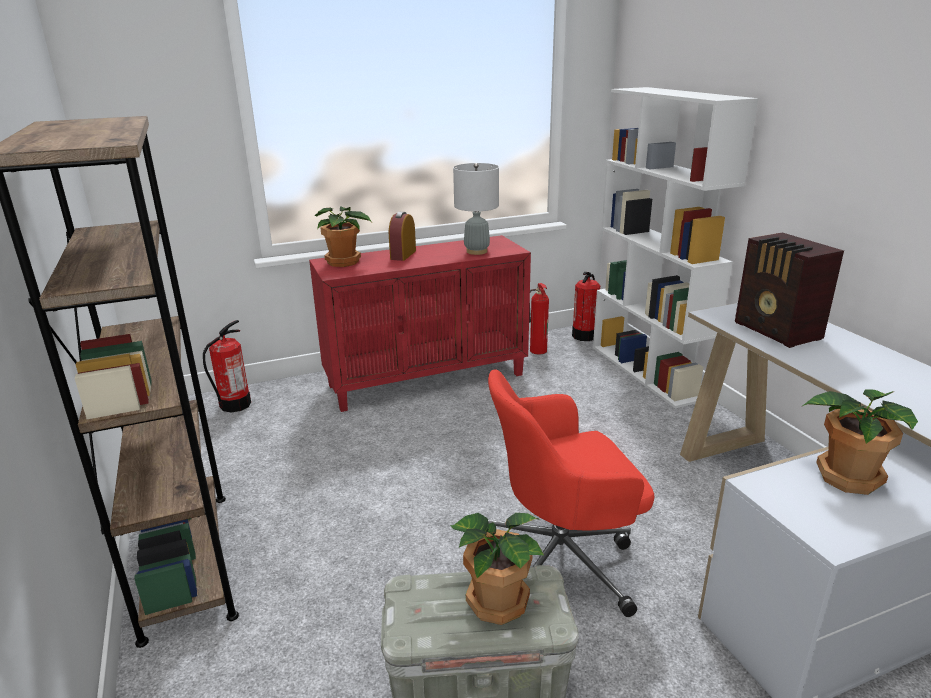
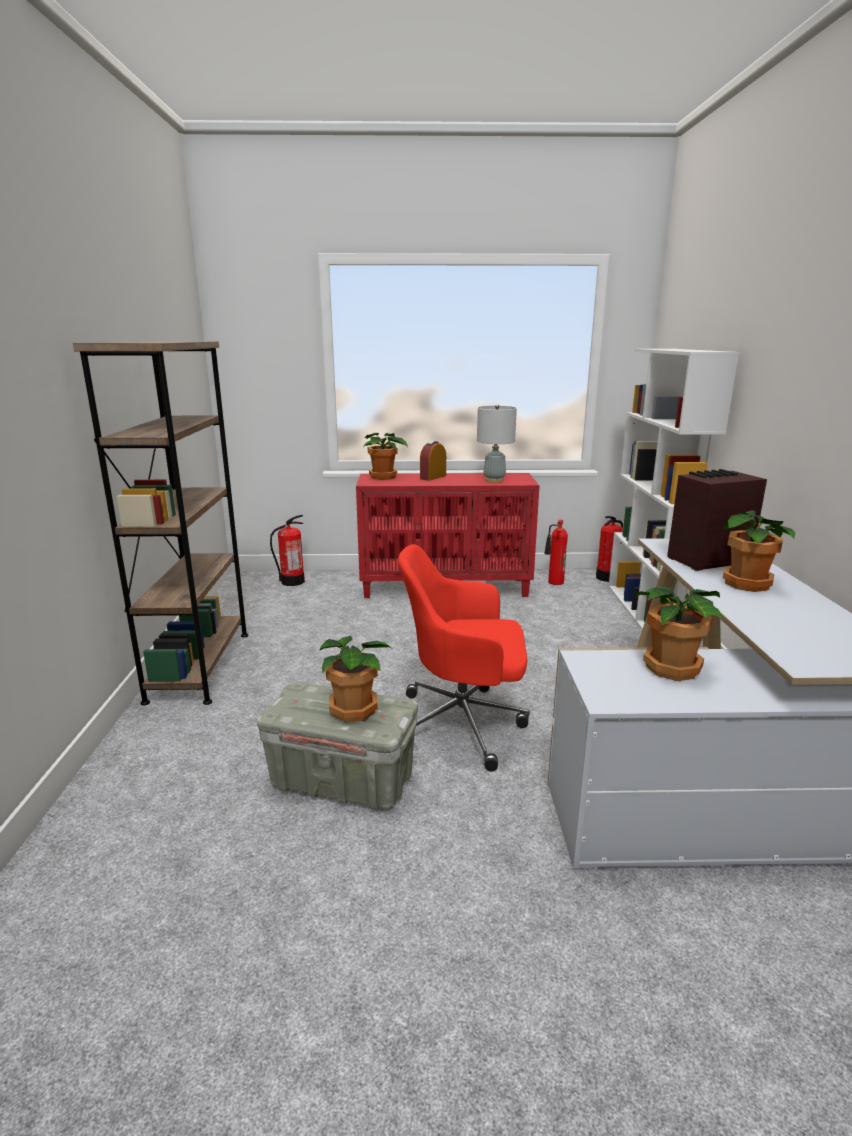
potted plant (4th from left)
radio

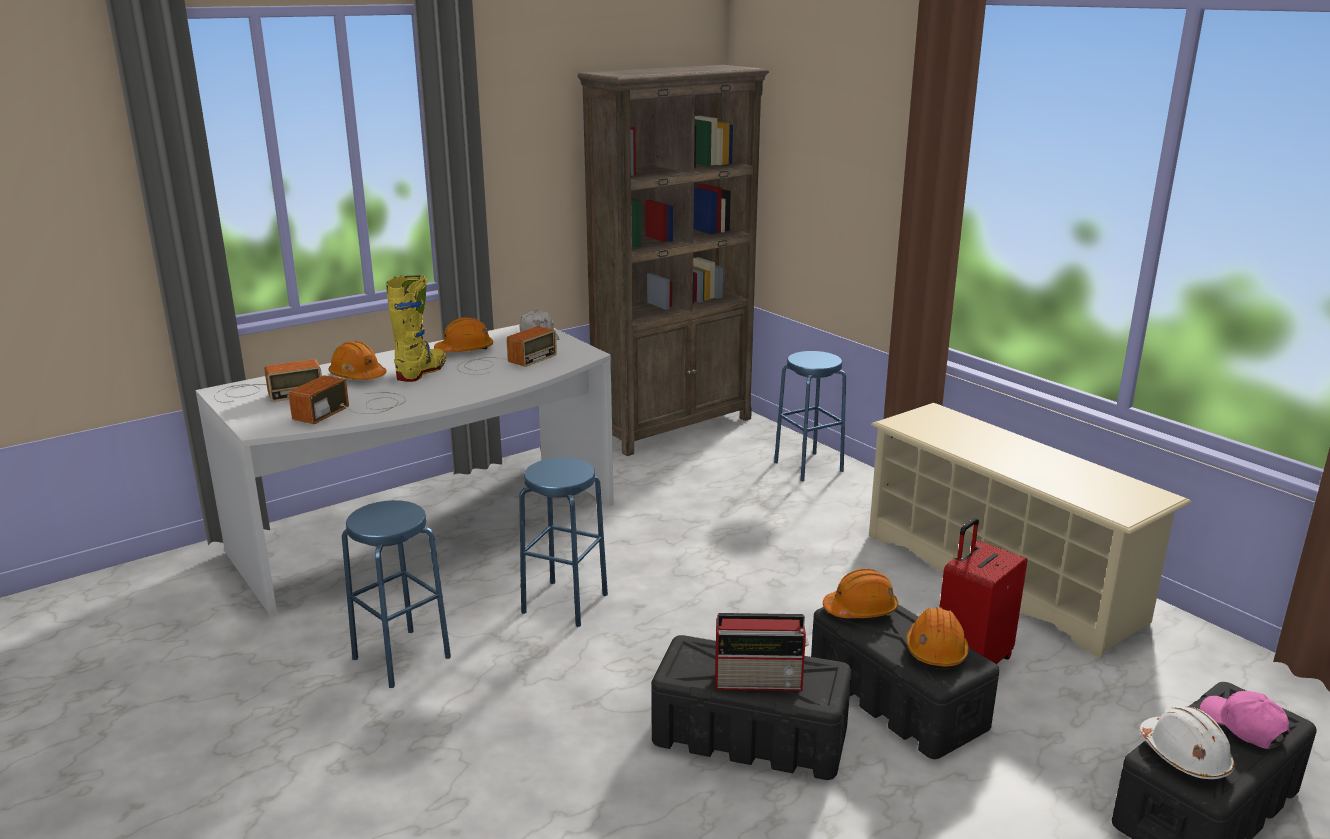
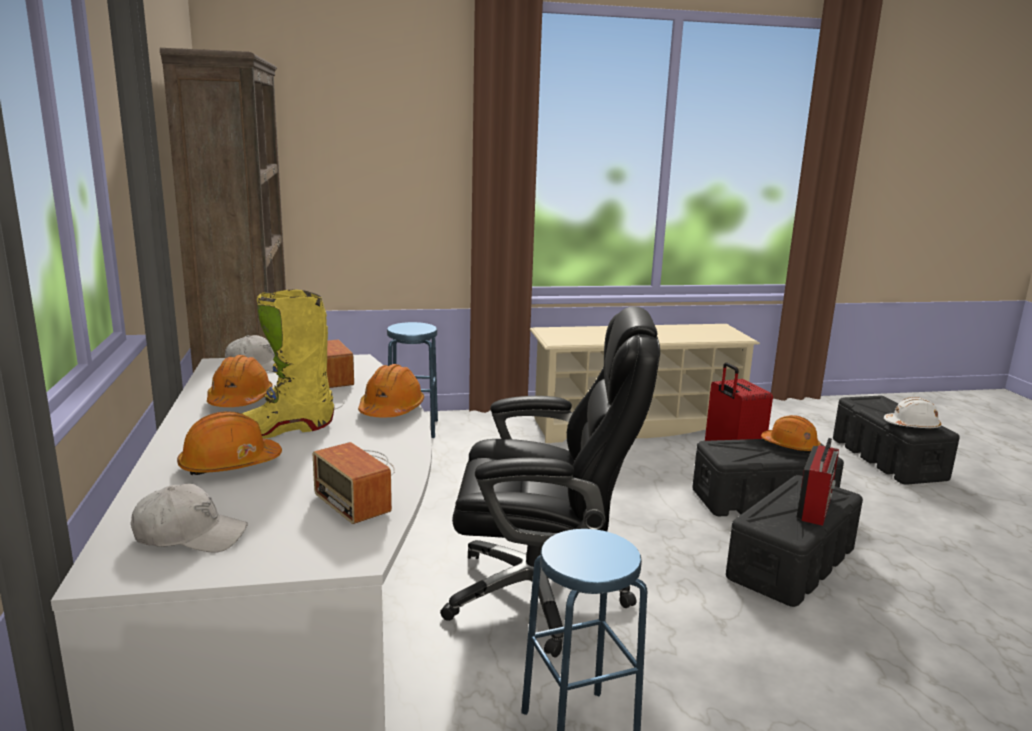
pink cap
orange hard hat (3rd from left)
white cap (1st from left)
black office chair
yellow boot

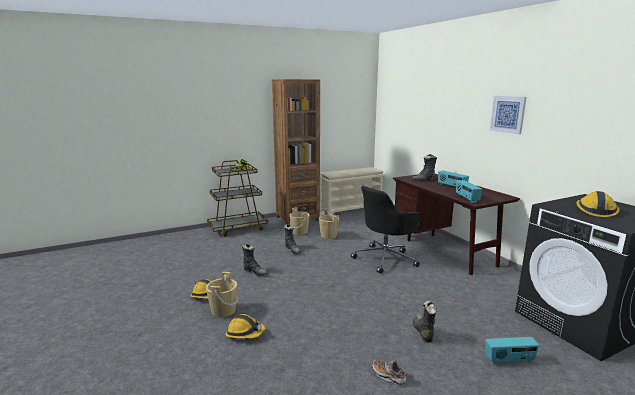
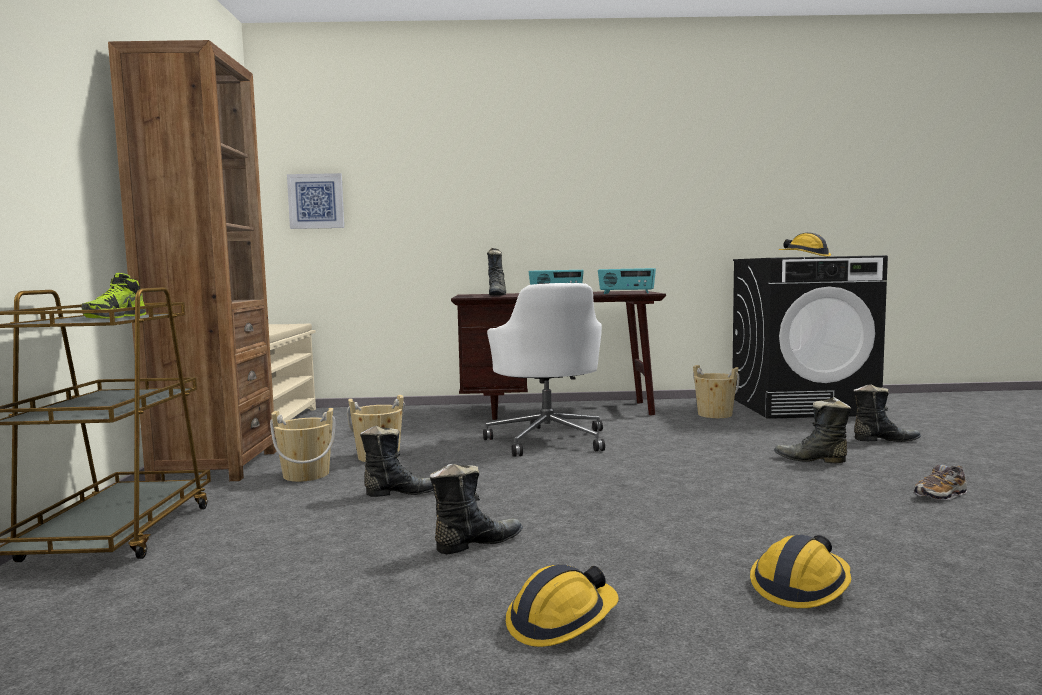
beige bucket (3rd from left)
picture
black boot (5th from left)
white office chair

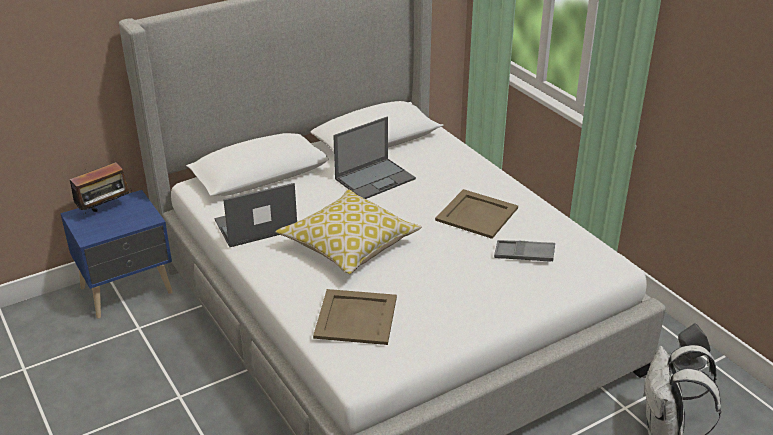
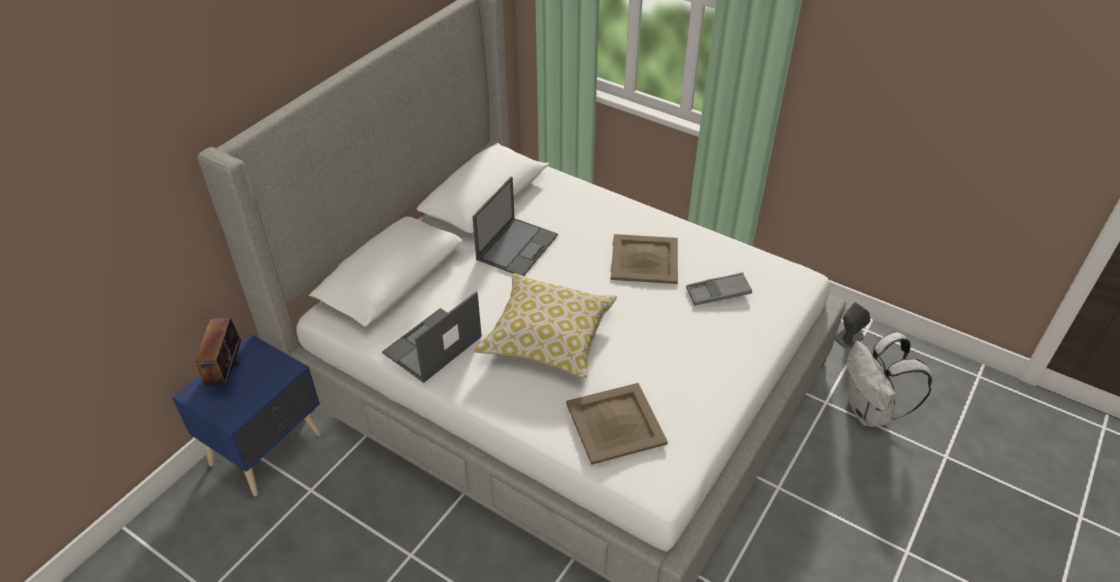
radio

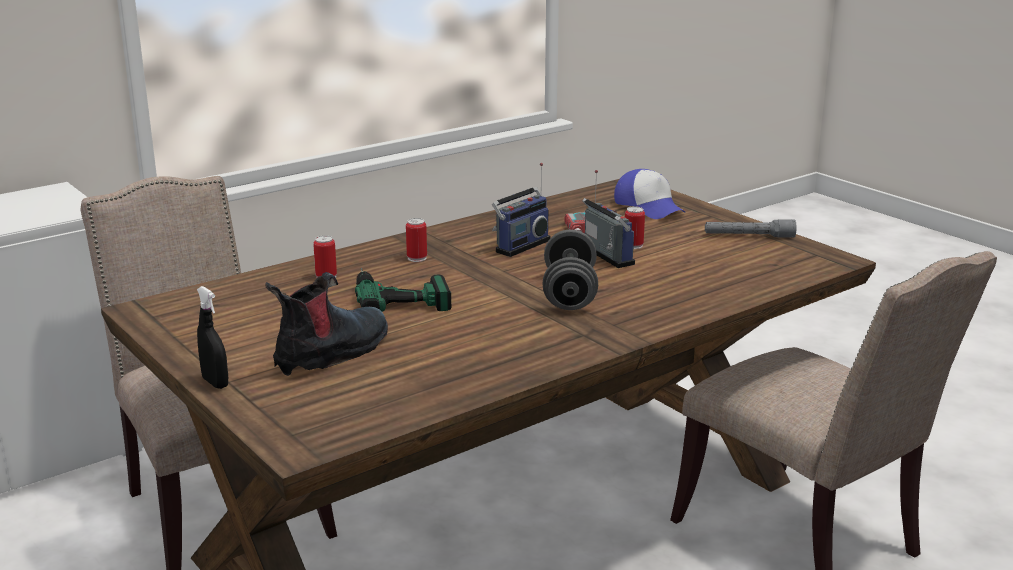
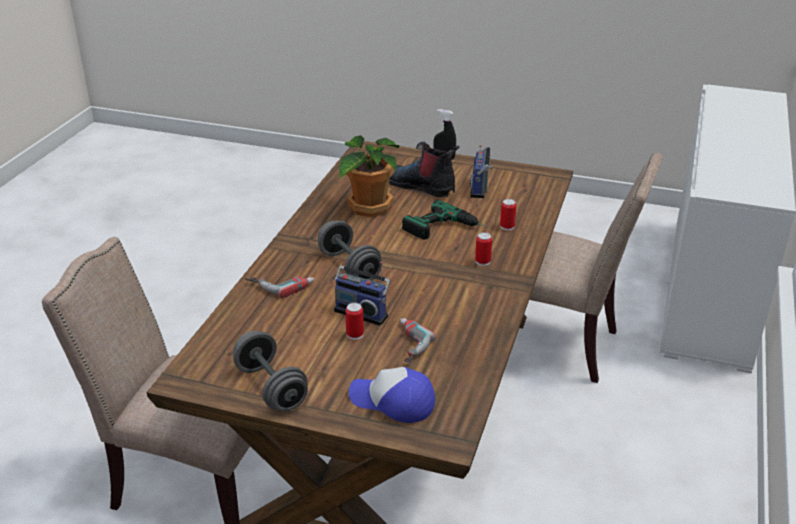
power drill (1st from left)
potted plant
radio (2nd from left)
grey dumbbell (1st from left)
boot

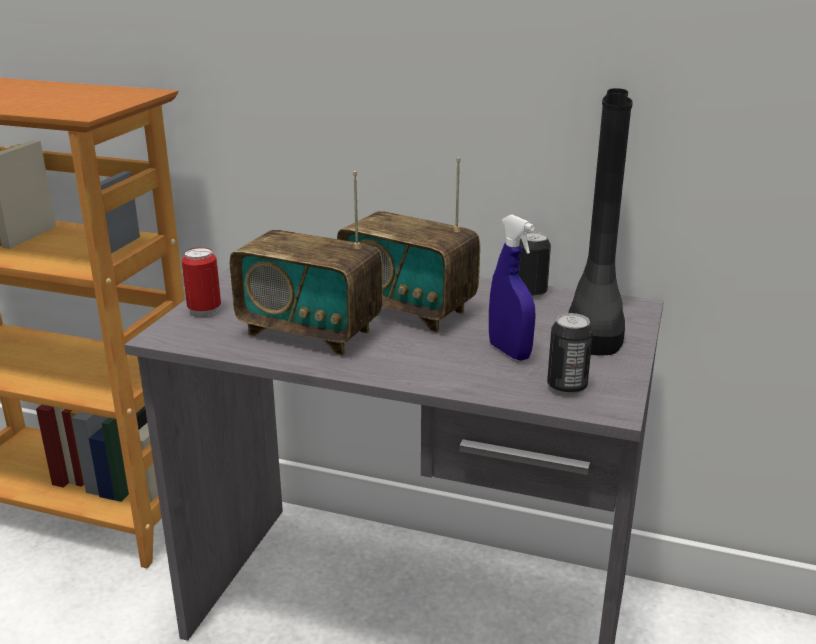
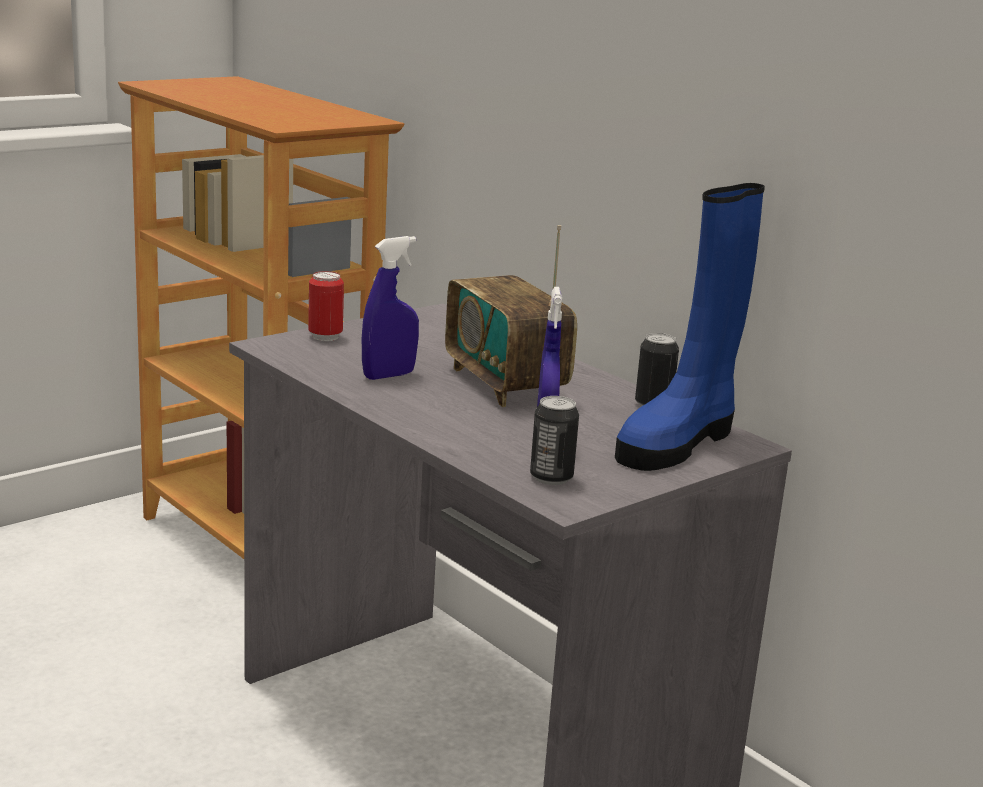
blue spray bottle (1st from left)
blue boot

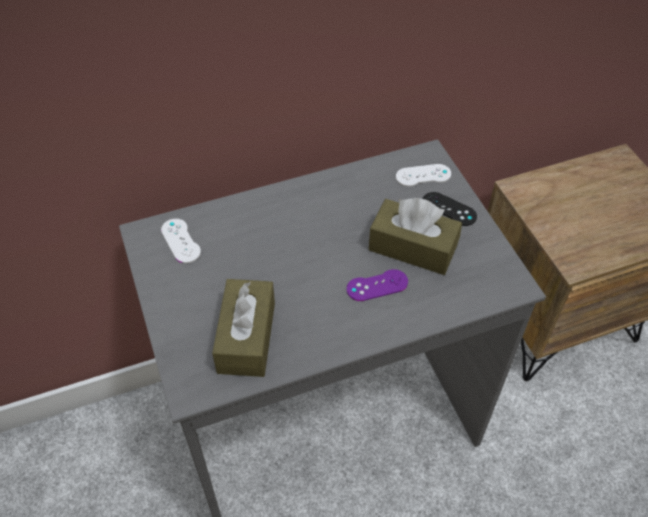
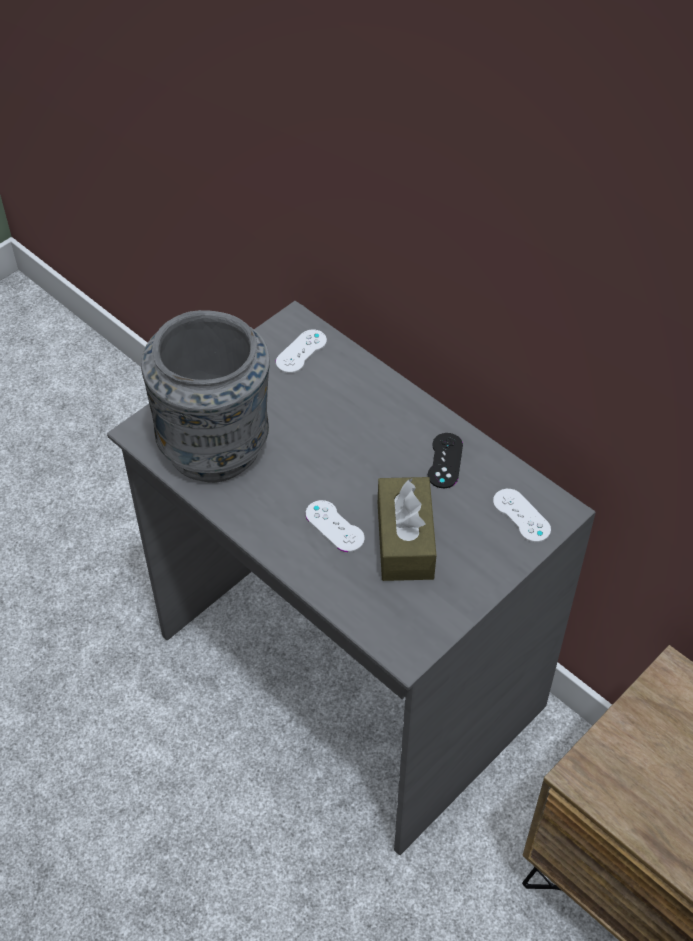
black game controller
grey vase
white game controller (2nd from left)

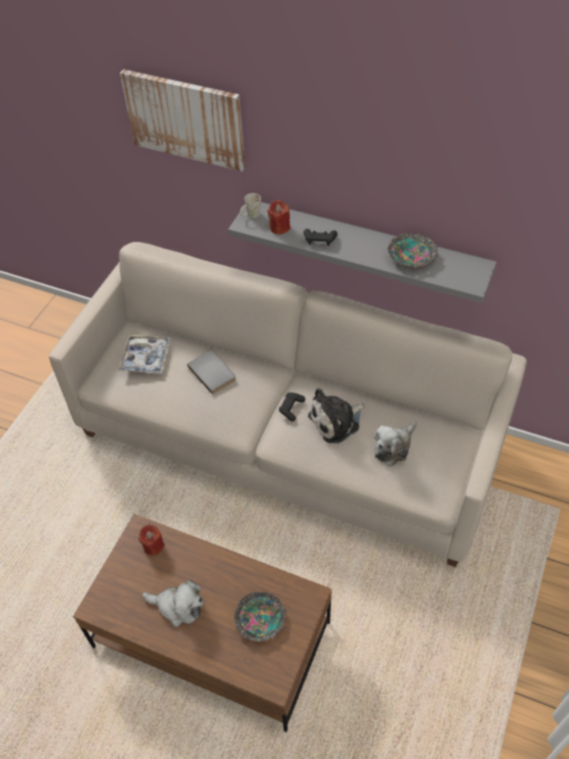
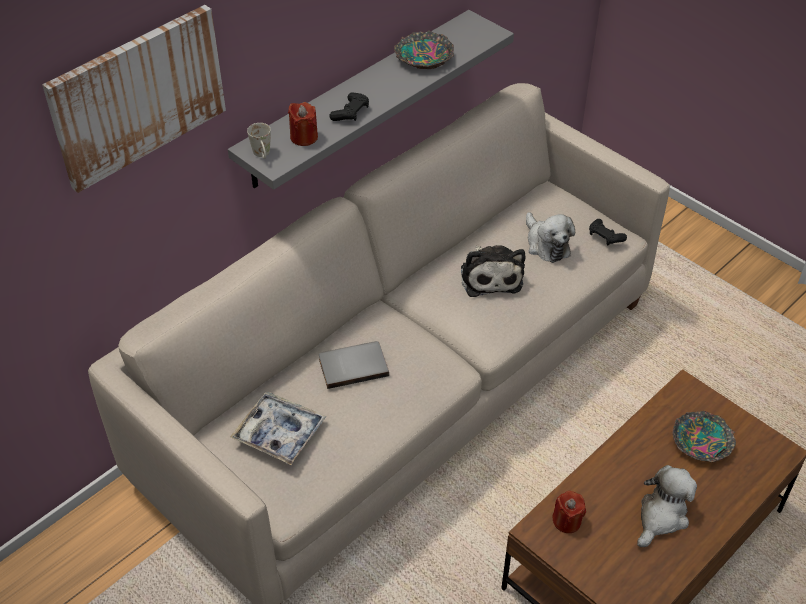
black game controller (2nd from left)

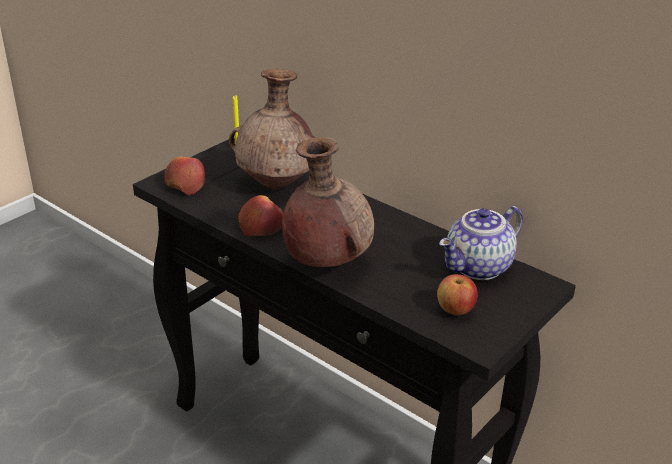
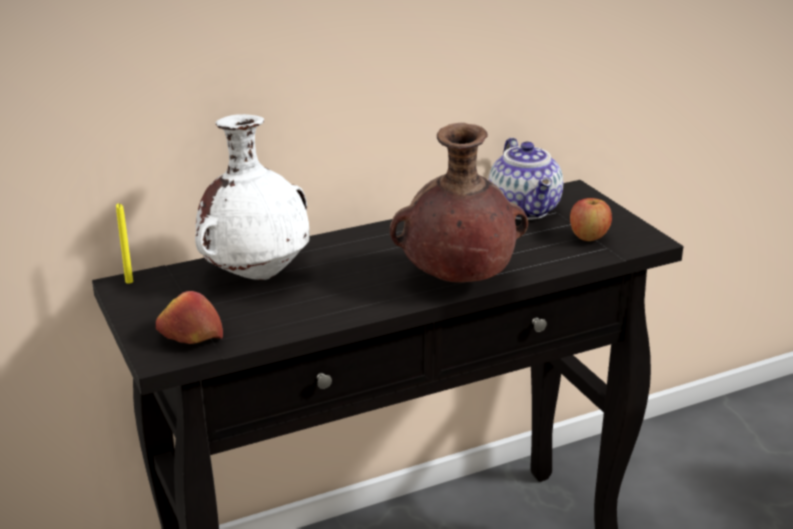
apple (2nd from left in the first image)
white vase

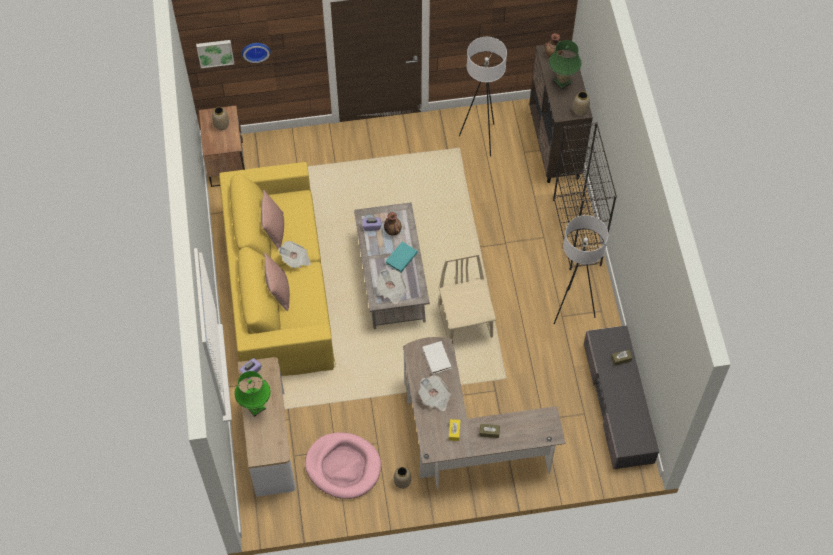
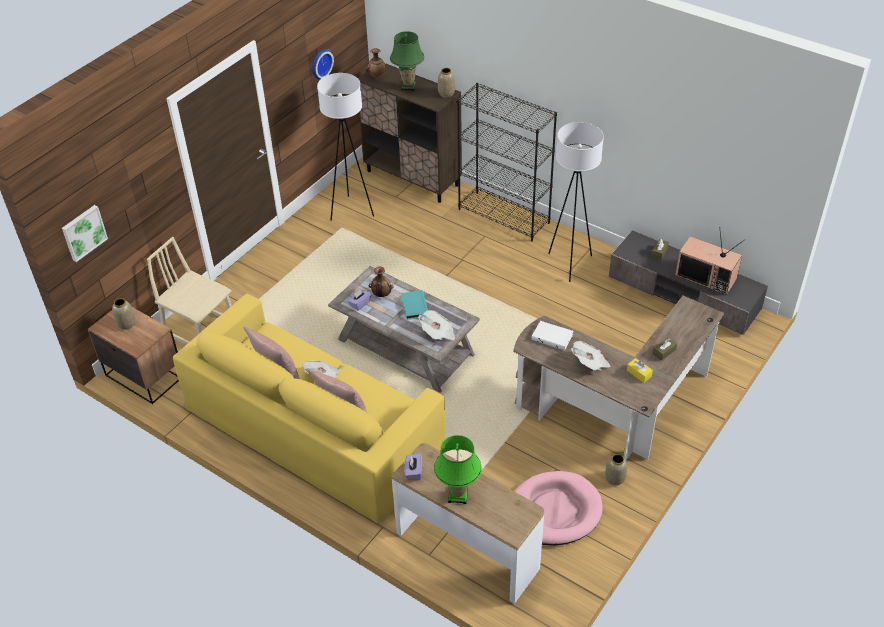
television
wall clock
beige chair

